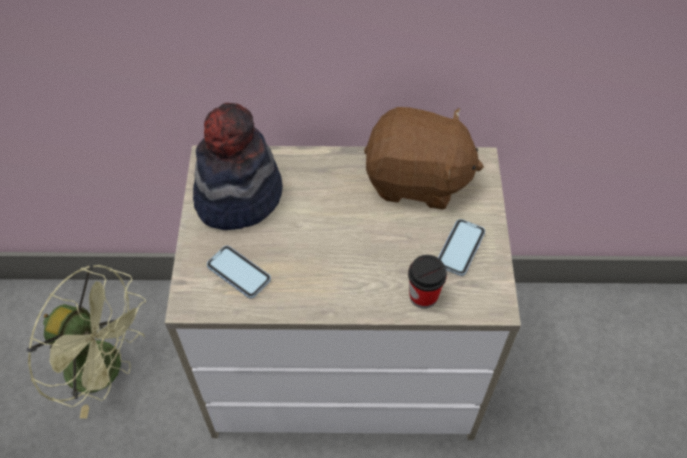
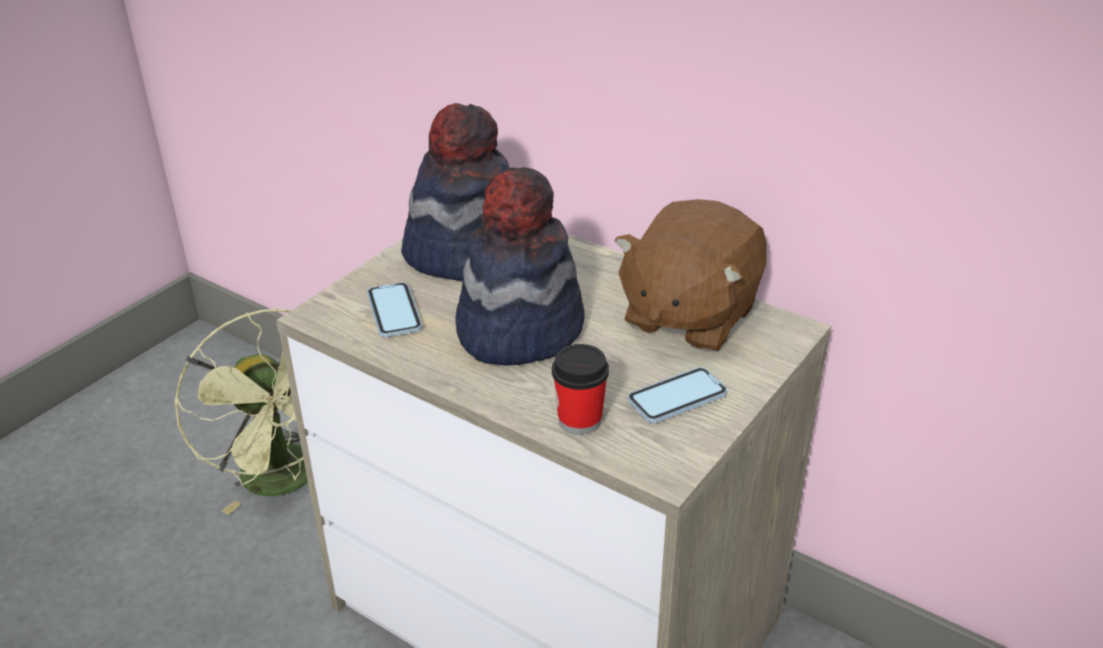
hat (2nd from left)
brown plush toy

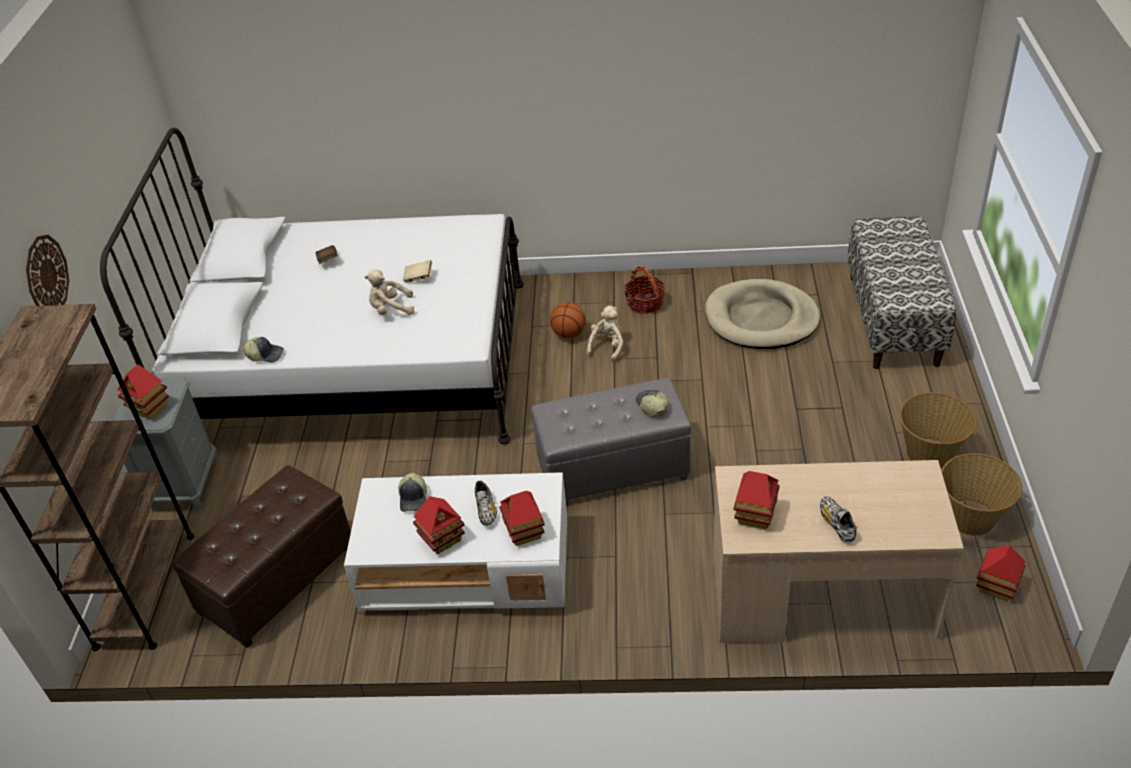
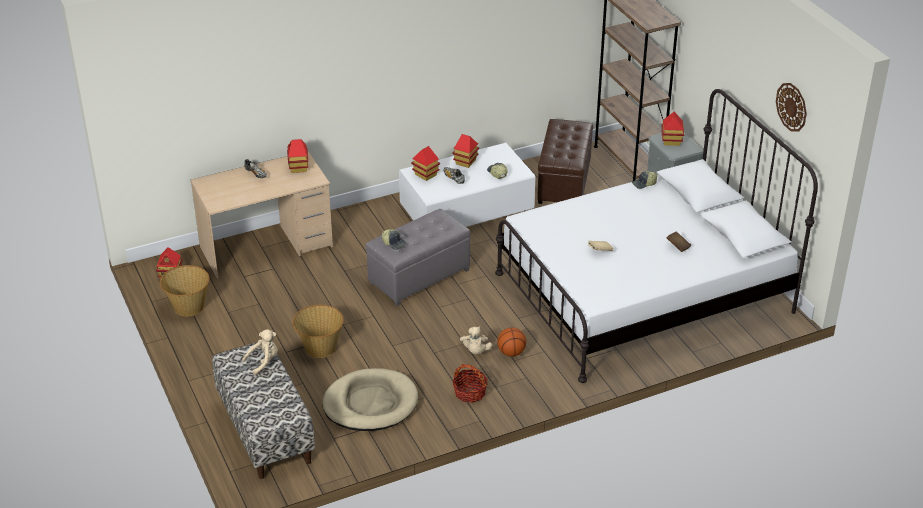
wall clock
beige plush toy (1st from left)
basket (2nd from left)

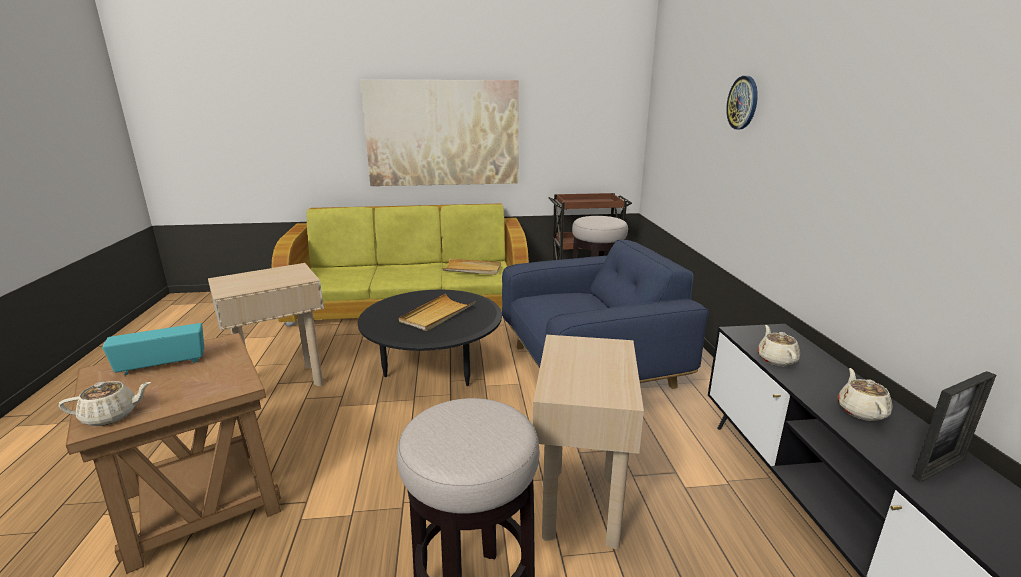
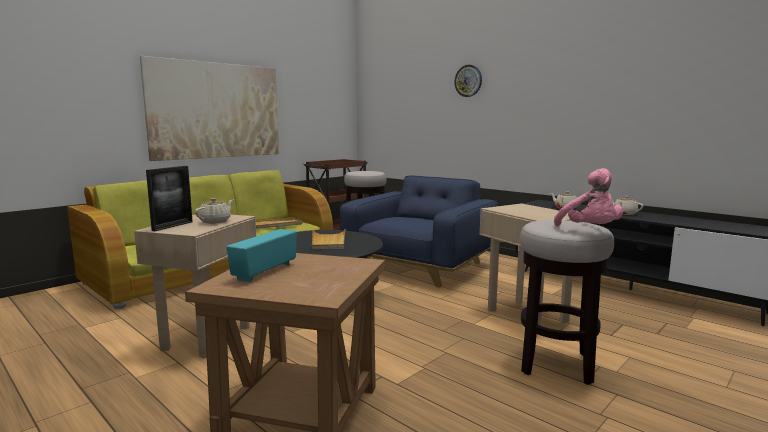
pink plush toy
beige teapot (1st from left)
picture frame

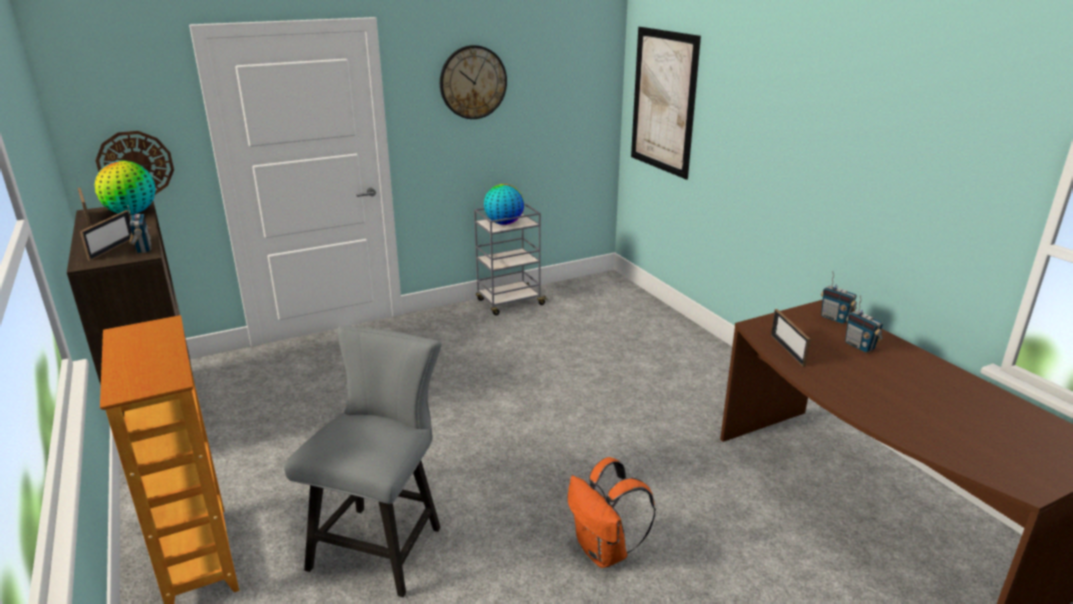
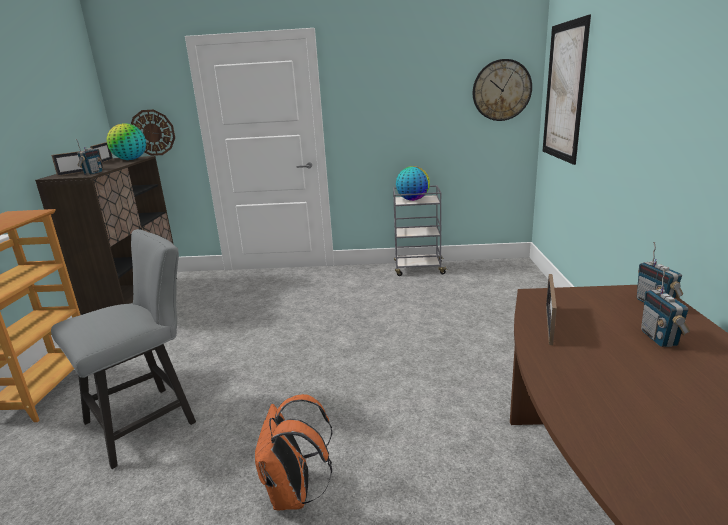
wall clock (2nd from left)

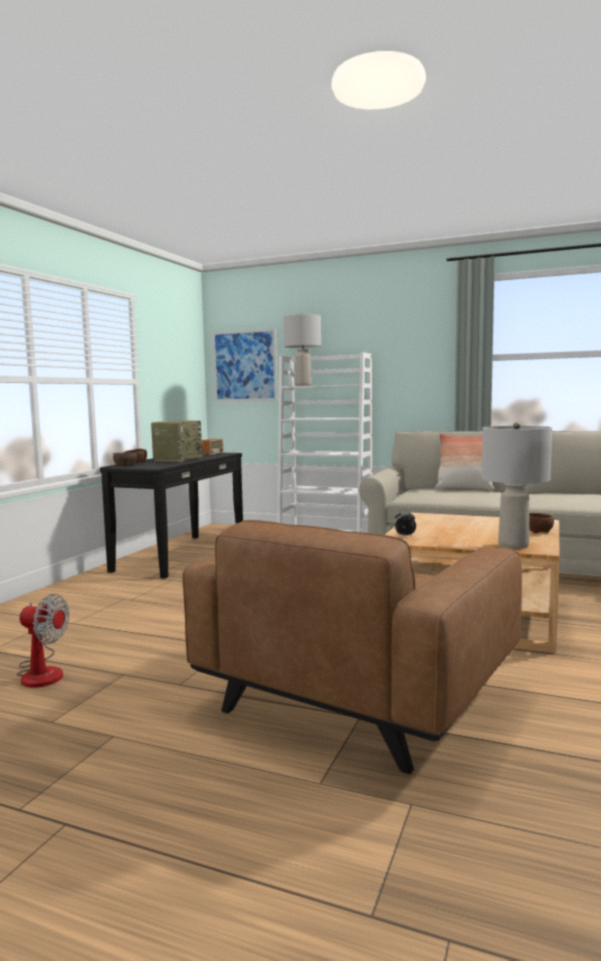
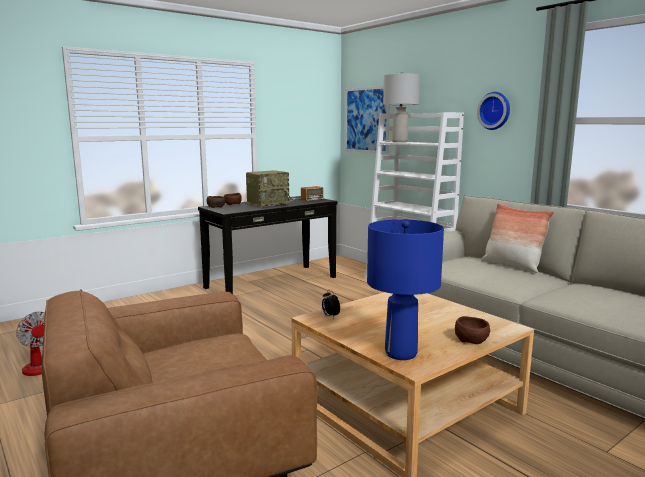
wall clock
blue table lamp

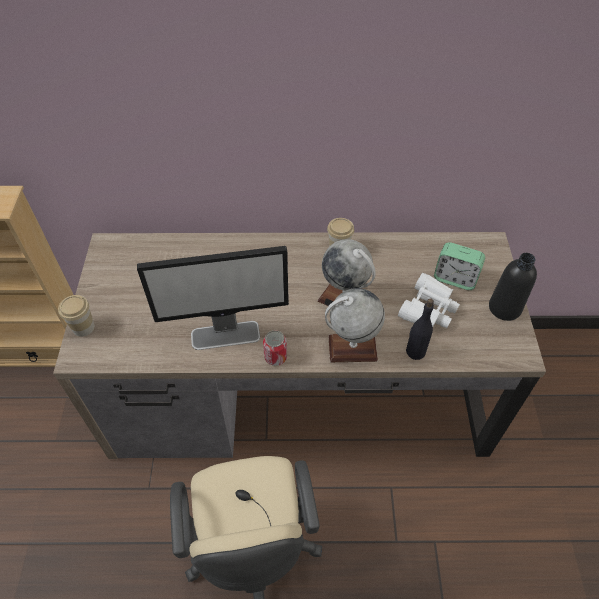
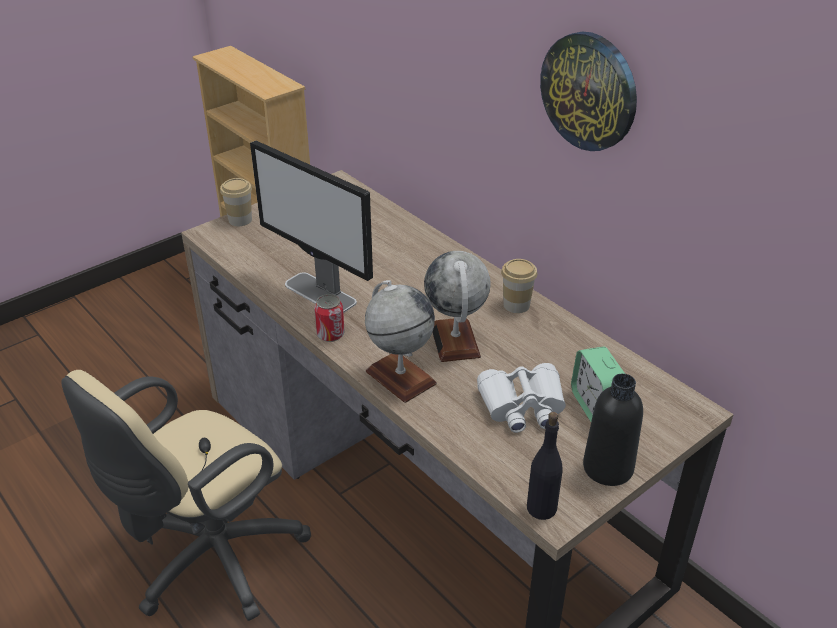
wall clock
black bottle (1st from left)

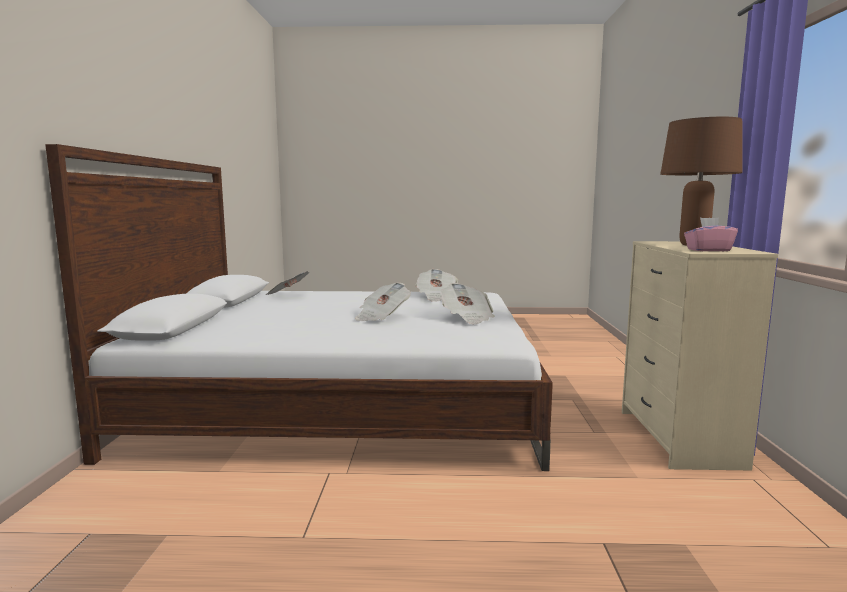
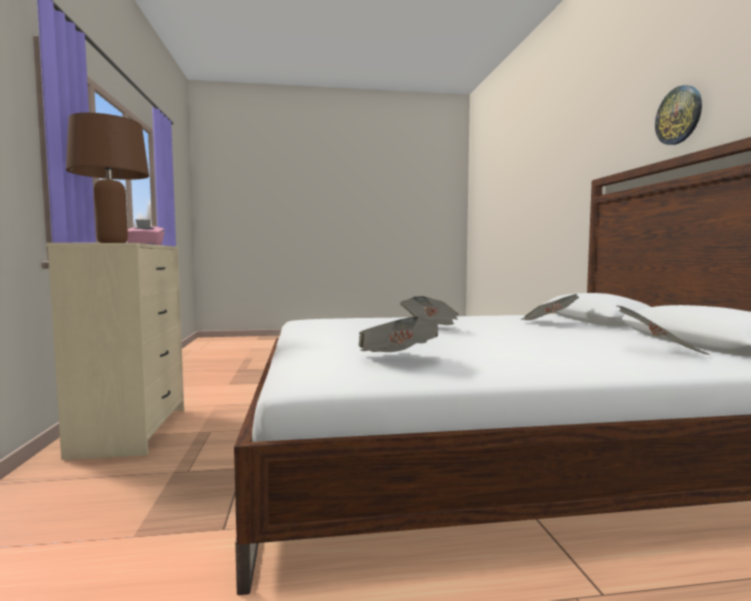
wall clock
newspaper (3rd from left)

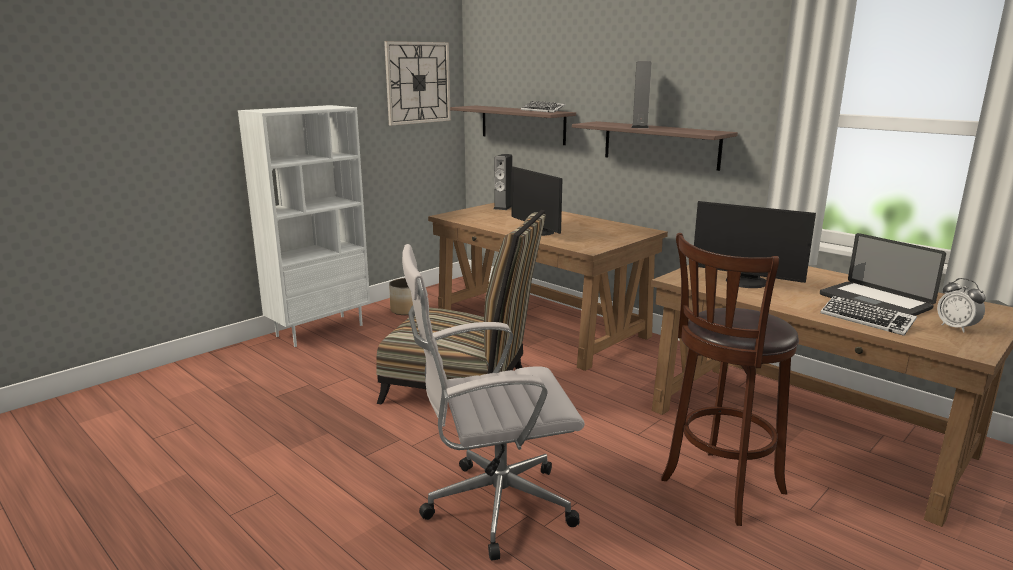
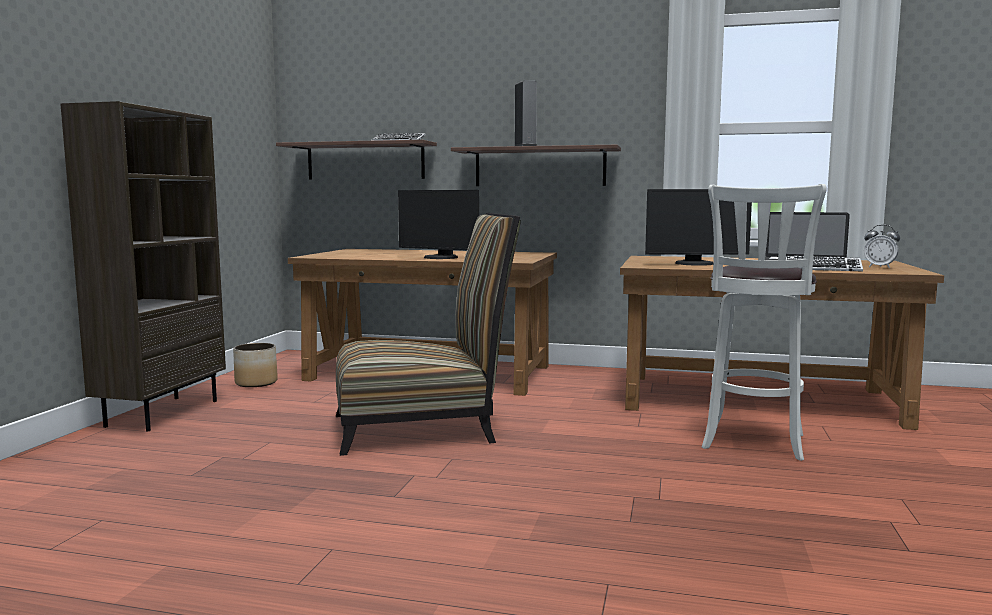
wall clock
white office chair
speaker (1st from left in the first image)
brown bookcase
white stool

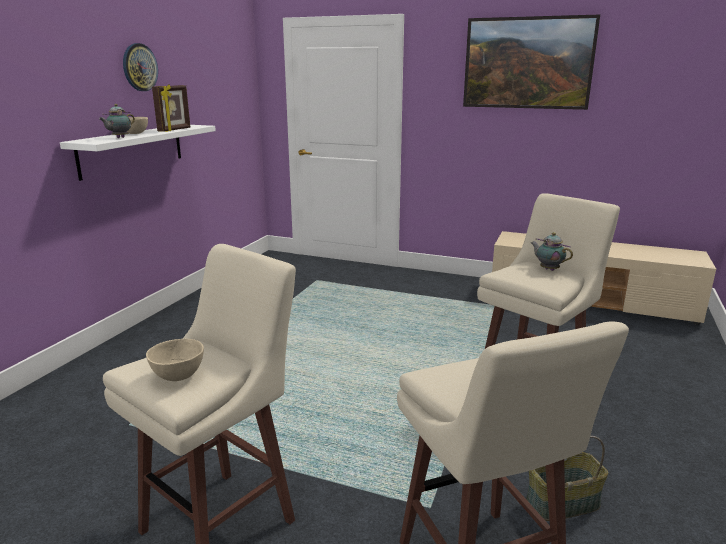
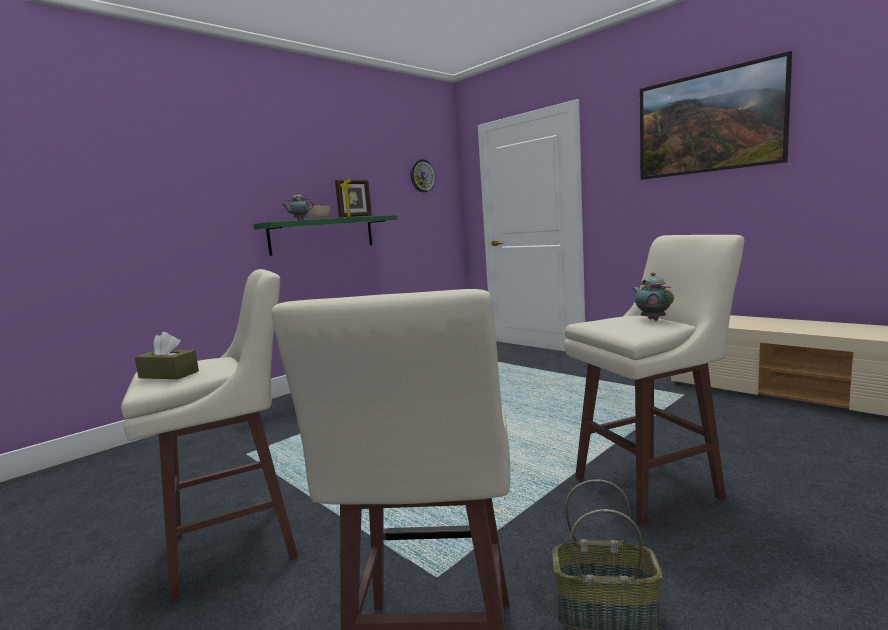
wall clock
brown tissue box
green shelf

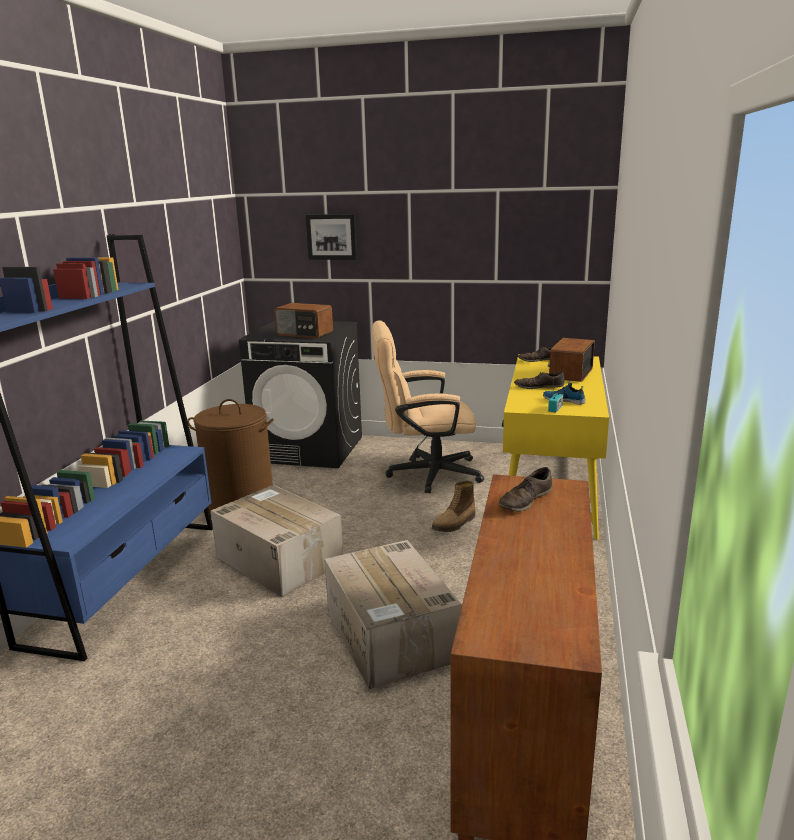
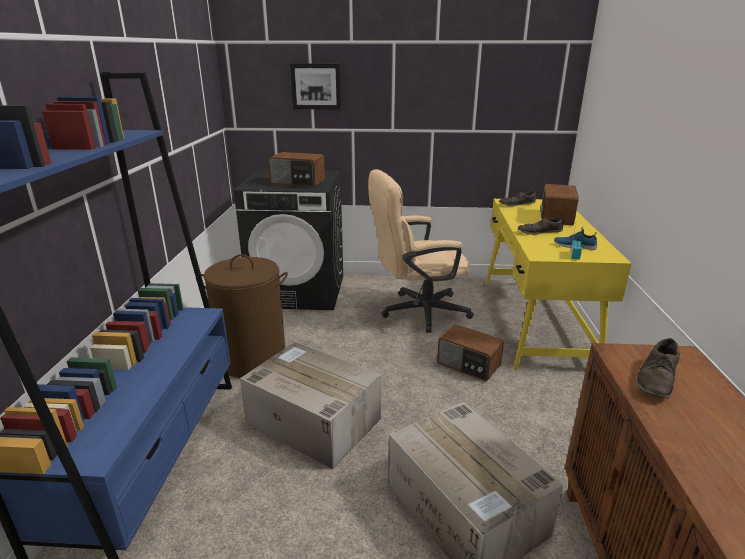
radio (2nd from left)

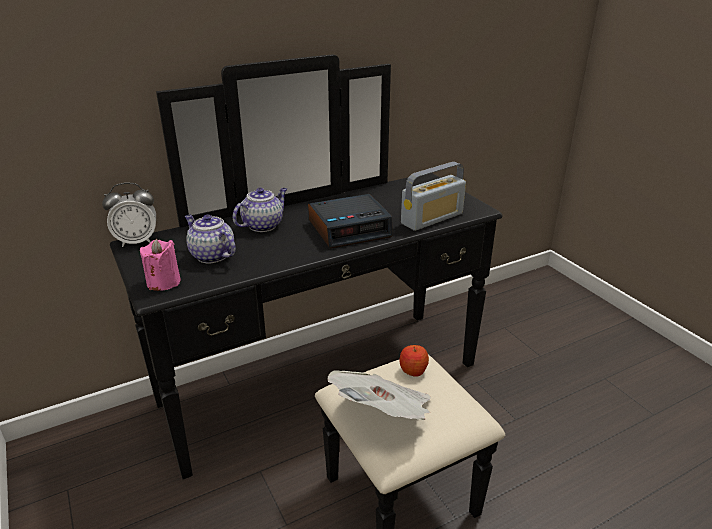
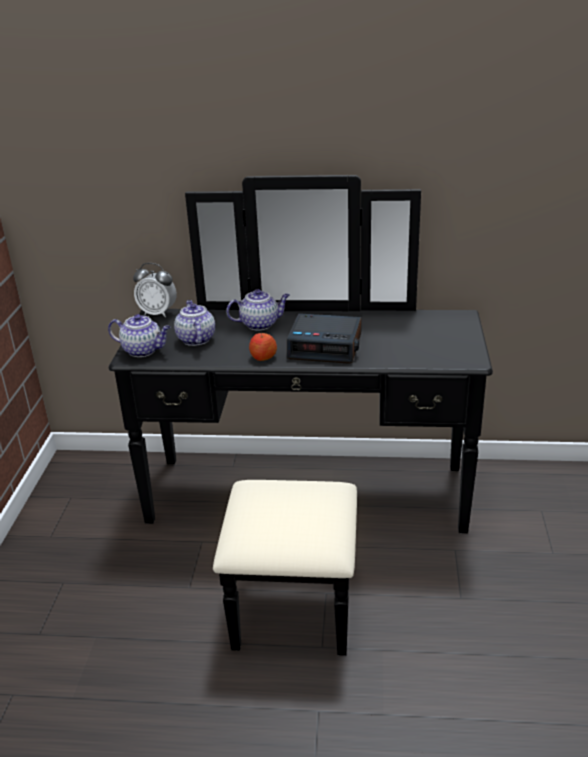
newspaper
radio
apple
teapot (1st from left)

